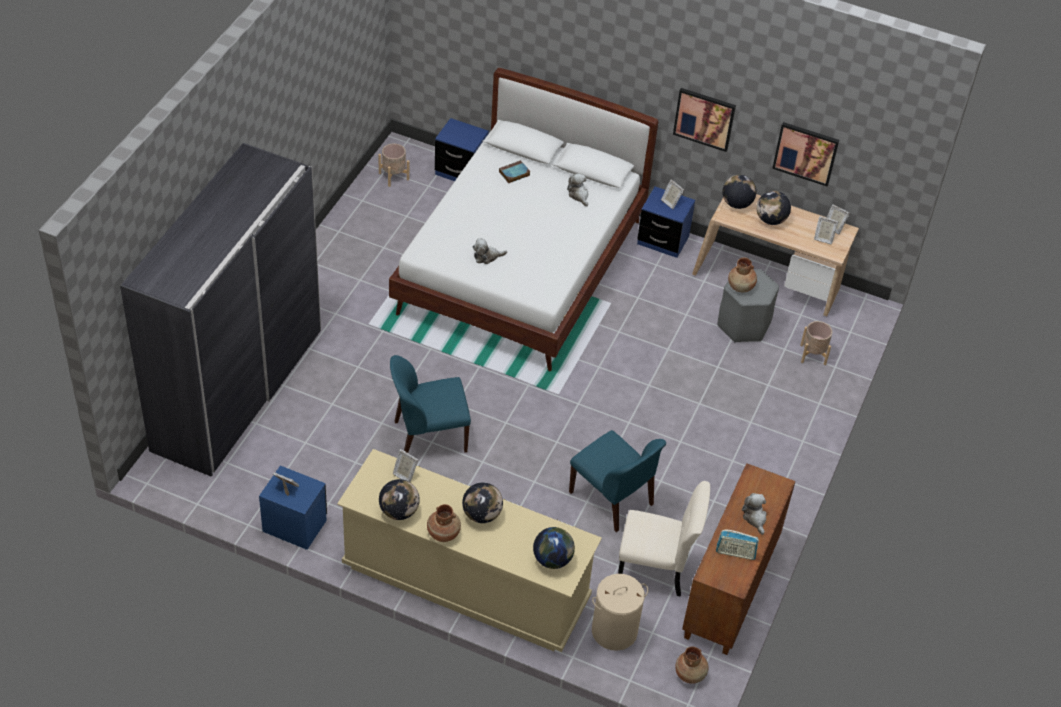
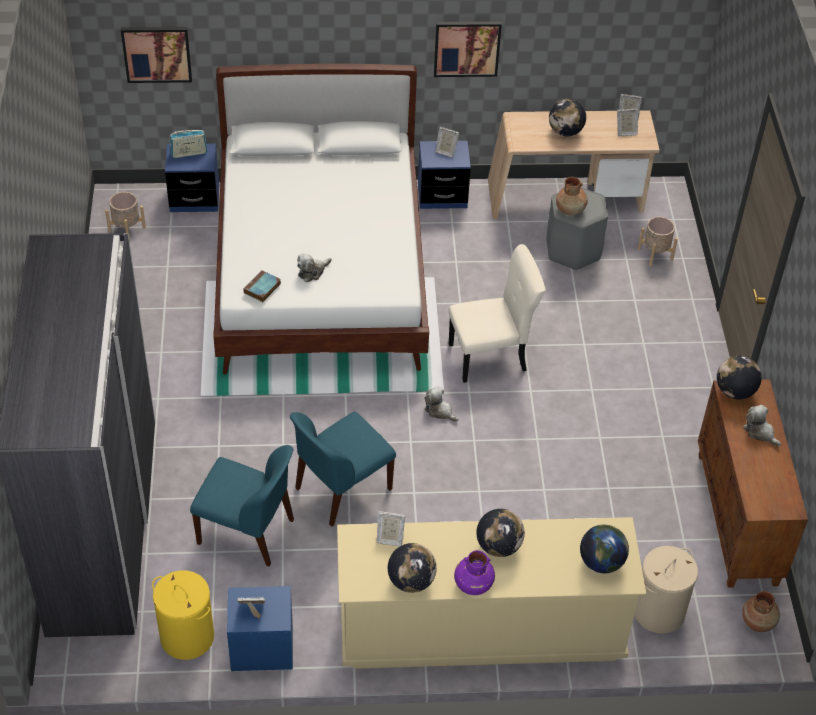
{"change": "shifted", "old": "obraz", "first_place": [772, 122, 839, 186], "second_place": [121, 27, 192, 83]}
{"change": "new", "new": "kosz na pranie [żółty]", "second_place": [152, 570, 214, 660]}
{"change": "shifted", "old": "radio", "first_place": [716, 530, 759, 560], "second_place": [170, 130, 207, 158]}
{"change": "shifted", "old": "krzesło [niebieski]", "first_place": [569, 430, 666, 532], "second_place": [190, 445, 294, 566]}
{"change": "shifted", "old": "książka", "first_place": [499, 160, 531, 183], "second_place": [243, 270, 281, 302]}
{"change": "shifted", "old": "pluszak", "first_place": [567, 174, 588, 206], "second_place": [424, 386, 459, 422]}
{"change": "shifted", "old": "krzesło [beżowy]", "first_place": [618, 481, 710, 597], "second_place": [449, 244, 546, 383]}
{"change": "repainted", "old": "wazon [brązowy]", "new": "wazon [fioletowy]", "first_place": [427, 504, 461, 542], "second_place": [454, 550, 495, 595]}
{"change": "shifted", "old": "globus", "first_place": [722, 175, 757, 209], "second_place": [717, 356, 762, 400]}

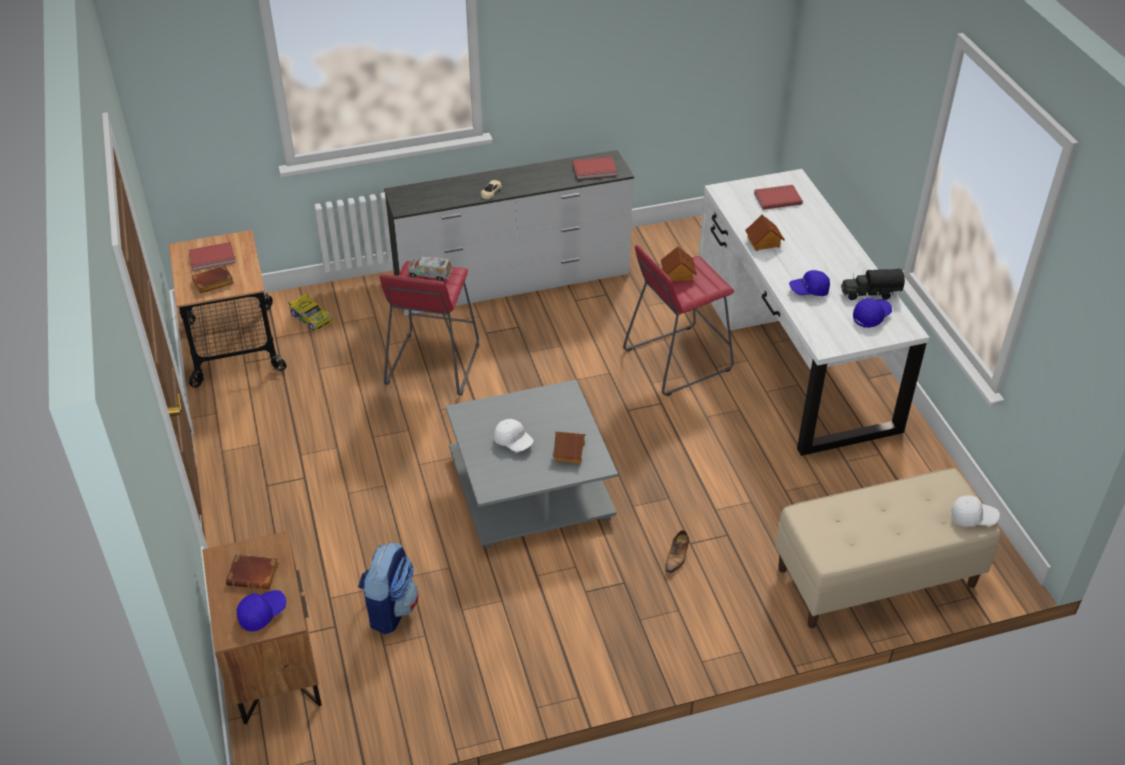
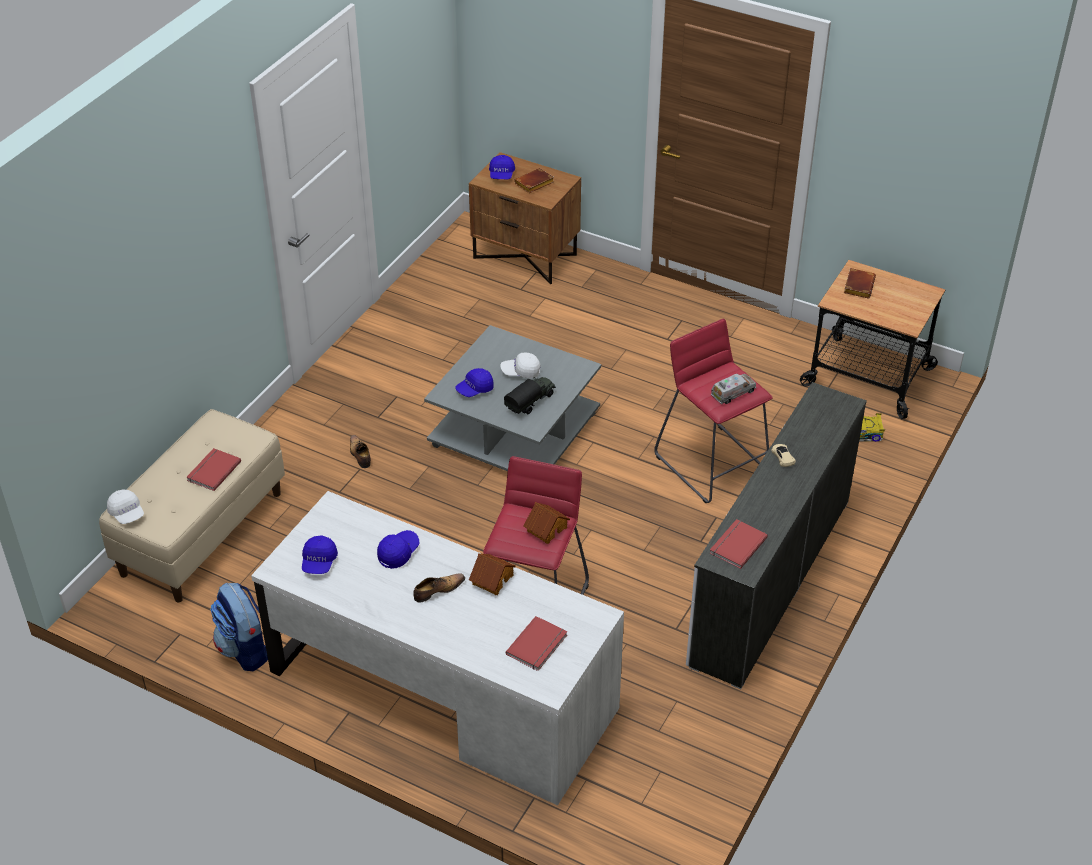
{"change": "rotated", "old": "czapka z daszkiem [biały]", "first_place": [950, 495, 1000, 527], "second_place": [107, 489, 144, 524], "degrees": -90}
{"change": "shifted", "old": "książka [czerwony]", "first_place": [189, 242, 236, 271], "second_place": [186, 448, 241, 491]}
{"change": "shifted", "old": "plecak", "first_place": [358, 542, 419, 634], "second_place": [210, 582, 268, 671]}
{"change": "new", "new": "but", "second_place": [413, 573, 465, 603]}
{"change": "swapped", "old": "domek", "new": "czapka z daszkiem [niebieski]", "first_place": [553, 432, 586, 464], "second_place": [455, 368, 494, 397]}
{"change": "shifted", "old": "ciężarówka zabawkowa", "first_place": [841, 269, 905, 300], "second_place": [504, 377, 556, 414]}

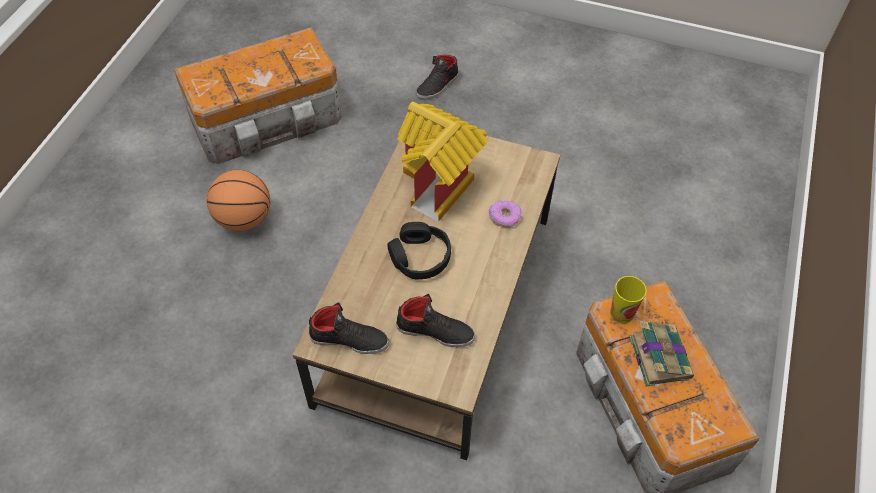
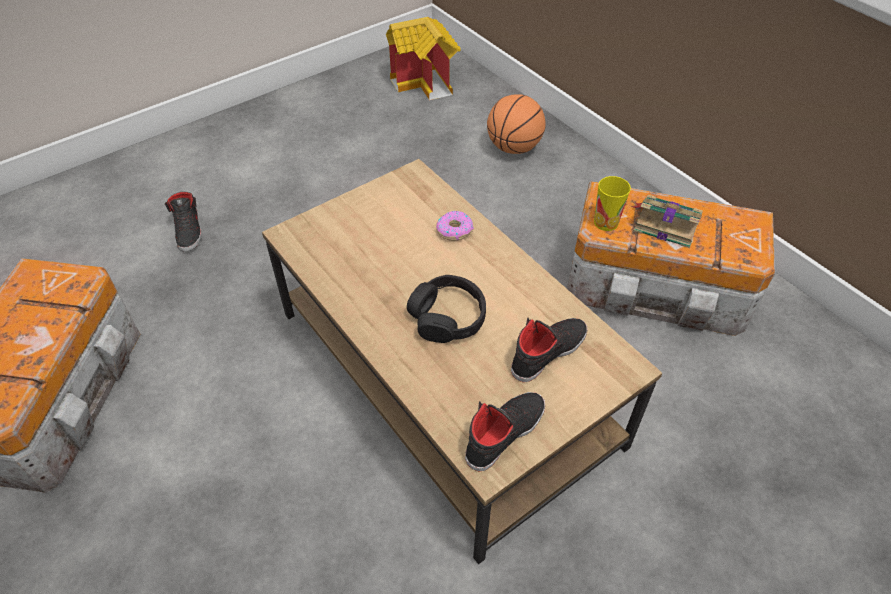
{"change": "shifted", "old": "domek", "first_place": [397, 102, 489, 222], "second_place": [386, 17, 461, 100]}
{"change": "shifted", "old": "piłka do koszykówki", "first_place": [207, 170, 271, 231], "second_place": [487, 94, 546, 154]}

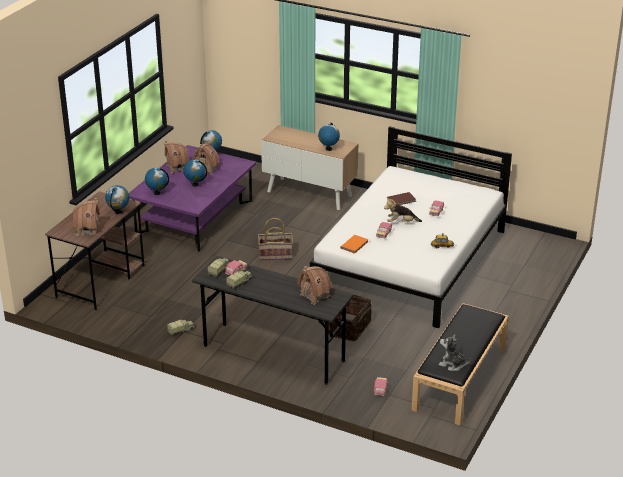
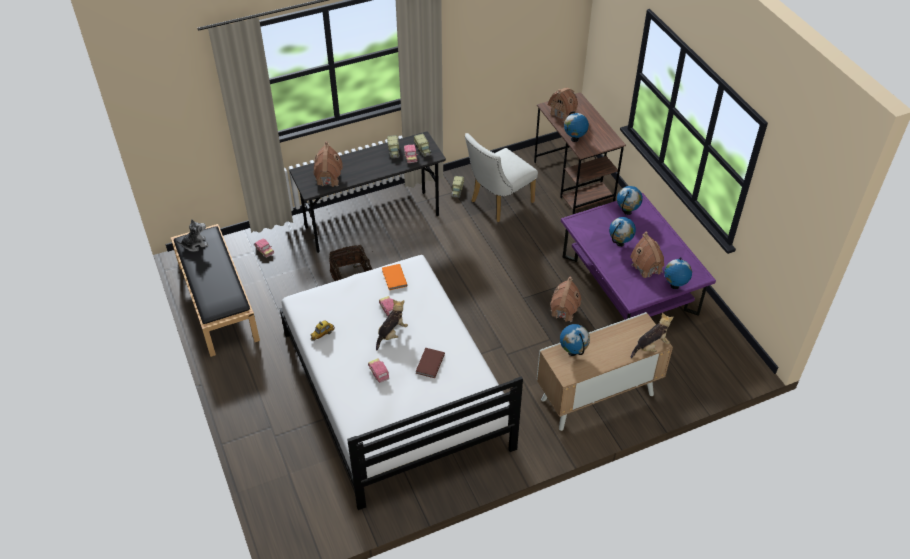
{"change": "new", "new": "krzesło [biały]", "second_place": [465, 133, 538, 222]}
{"change": "shifted", "old": "domek", "first_place": [164, 140, 189, 173], "second_place": [550, 277, 581, 322]}
{"change": "new", "new": "pluszak", "second_place": [631, 313, 673, 358]}
{"change": "gone", "old": "koszyk", "first_place": [258, 218, 293, 260]}

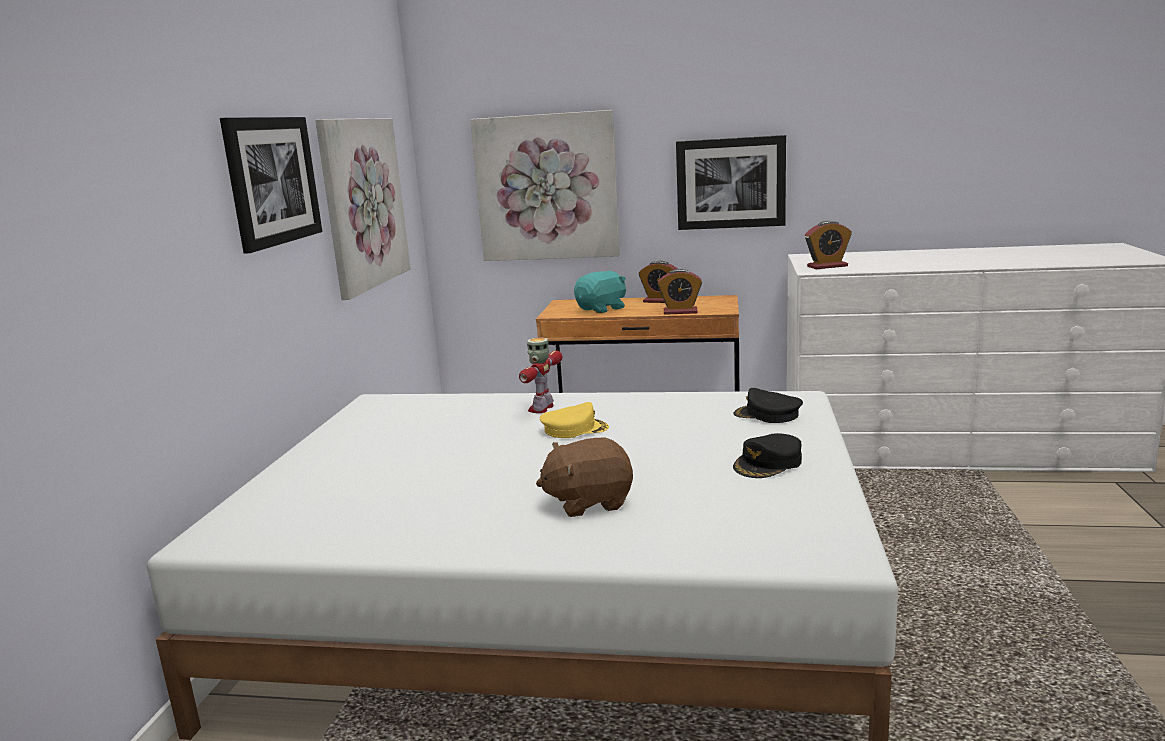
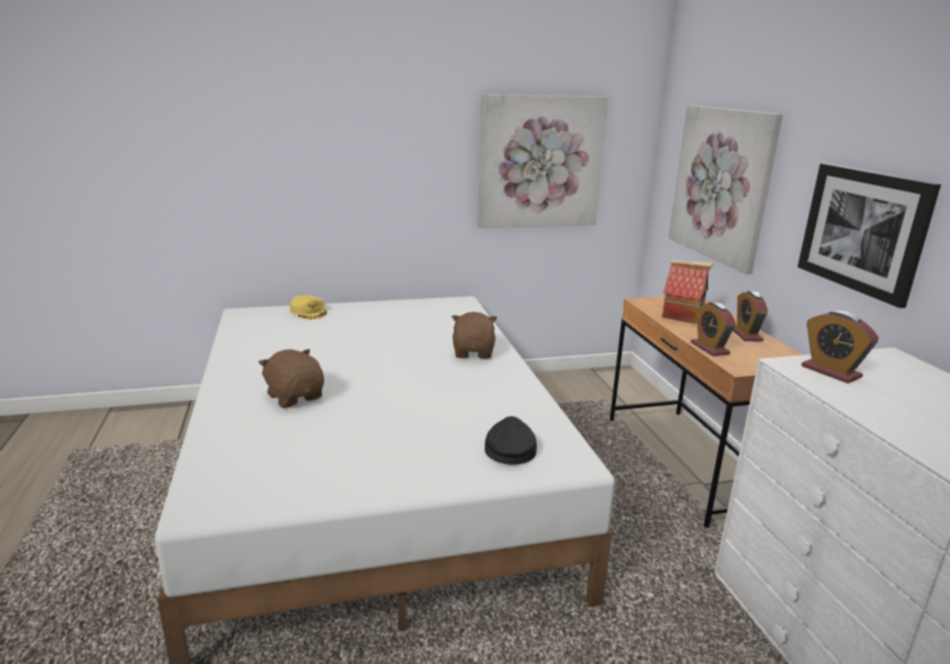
{"change": "shifted", "old": "czapka z daszkiem [żółty]", "first_place": [540, 402, 609, 438], "second_place": [290, 295, 327, 320]}
{"change": "swapped", "old": "robot zabawkowy", "new": "pluszak [brązowy]", "first_place": [519, 337, 562, 413], "second_place": [452, 312, 497, 359]}
{"change": "swapped", "old": "pluszak [turkusowy]", "new": "domek", "first_place": [574, 271, 626, 313], "second_place": [662, 260, 713, 324]}
{"change": "gone", "old": "obraz", "first_place": [220, 117, 322, 254]}
{"change": "gone", "old": "czapka z daszkiem [czarny]", "first_place": [733, 433, 802, 478]}

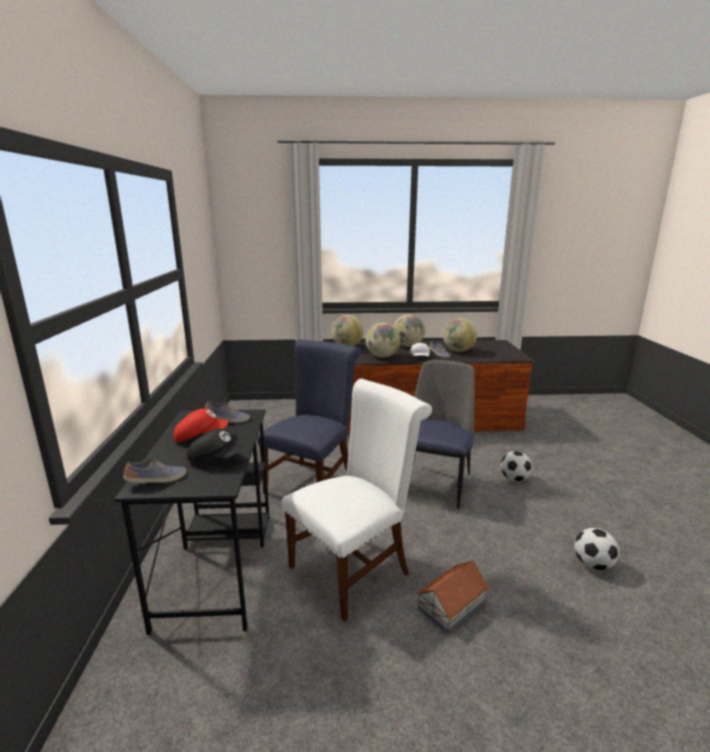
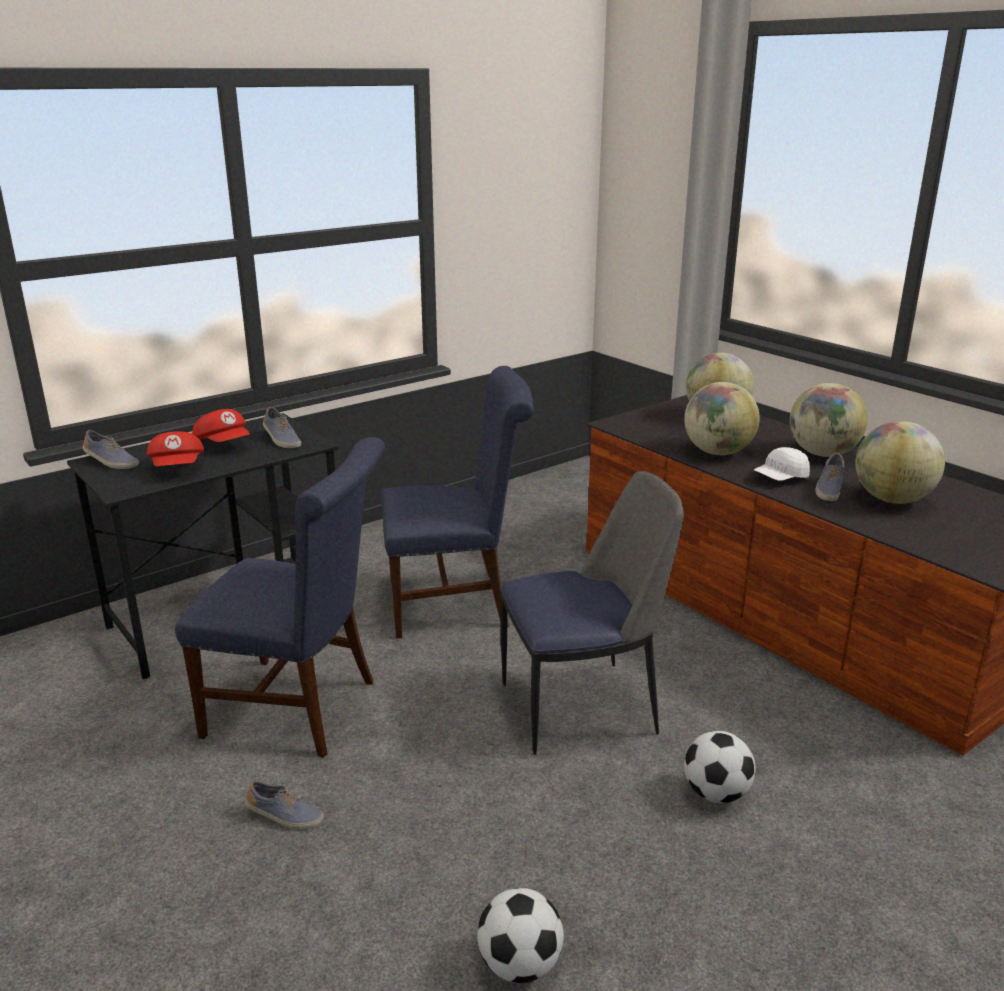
{"change": "repainted", "old": "czapka z daszkiem [czarny]", "new": "czapka z daszkiem [czerwony]", "first_place": [187, 428, 244, 460], "second_place": [147, 431, 204, 466]}
{"change": "repainted", "old": "krzesło [biały]", "new": "krzesło [niebieski]", "first_place": [282, 379, 432, 621], "second_place": [175, 437, 385, 758]}
{"change": "swapped", "old": "domek", "new": "but", "first_place": [417, 560, 489, 634], "second_place": [245, 781, 324, 830]}

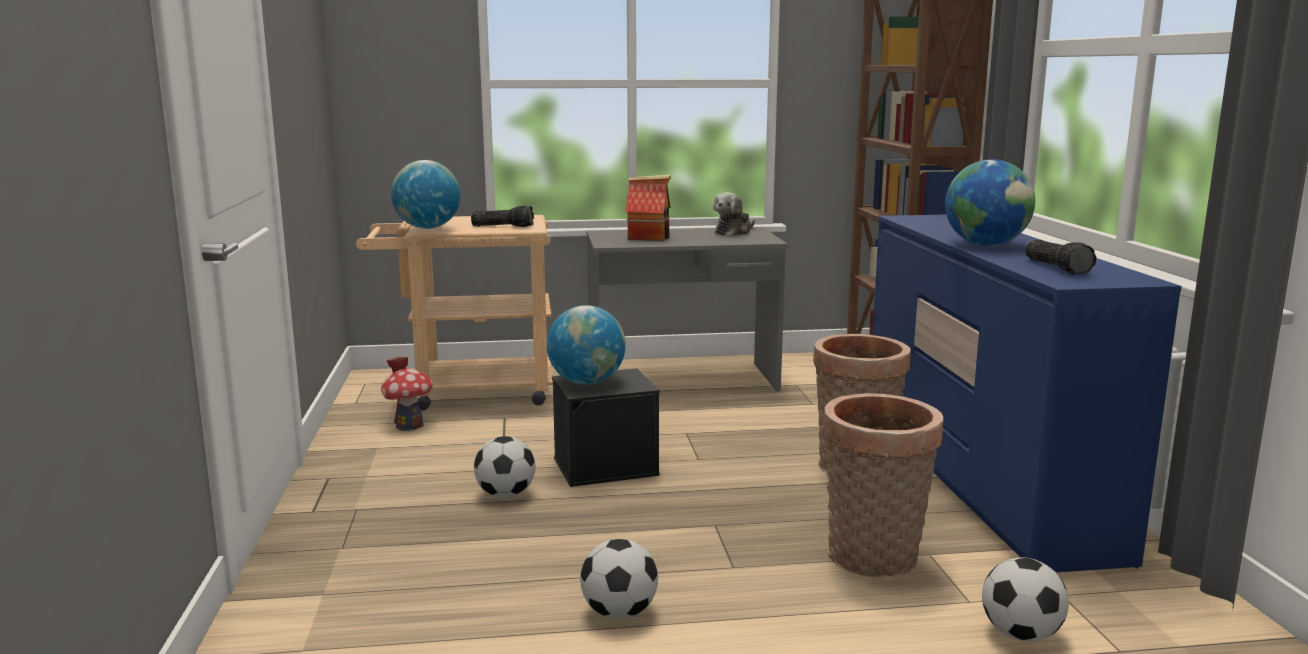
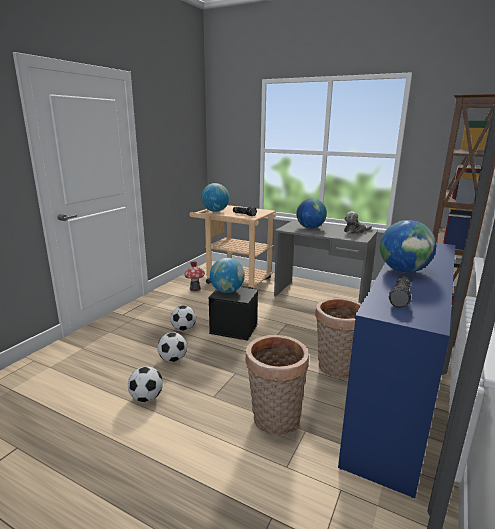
{"change": "shifted", "old": "piłka futbolowa", "first_place": [982, 557, 1069, 641], "second_place": [157, 332, 187, 362]}
{"change": "swapped", "old": "domek", "new": "globus", "first_place": [625, 174, 671, 241], "second_place": [296, 198, 327, 229]}

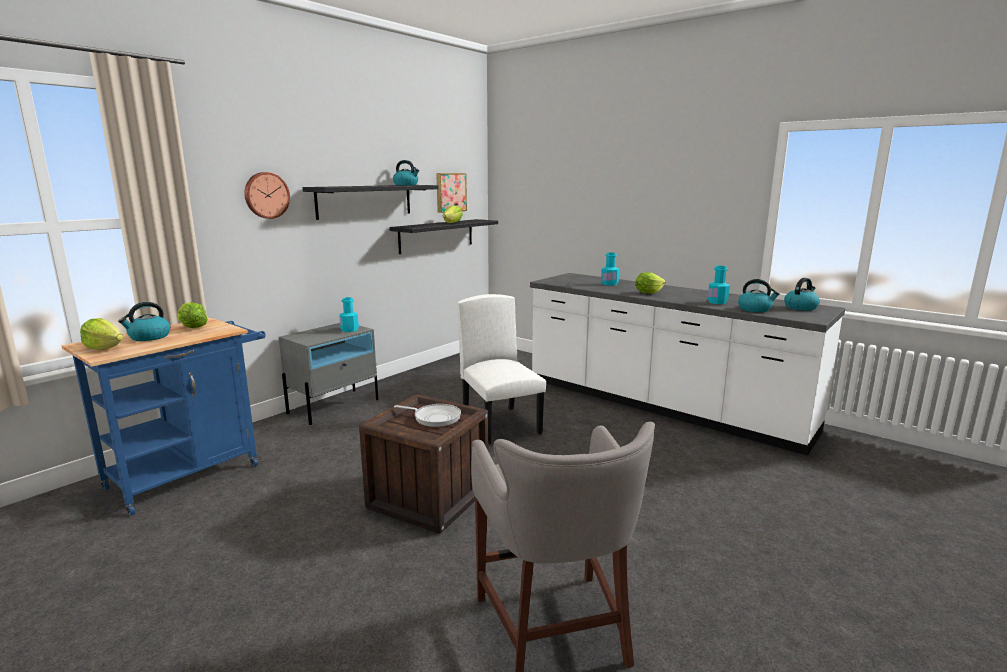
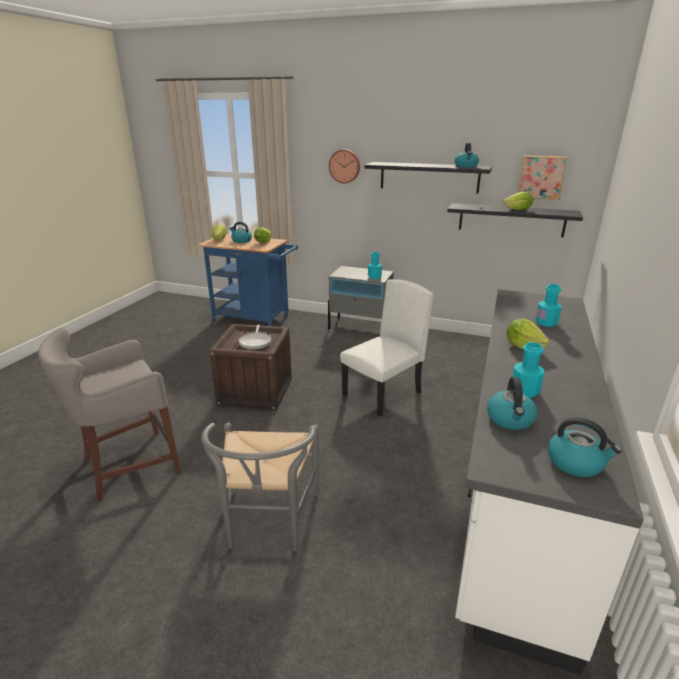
{"change": "new", "new": "krzesło [szary]", "second_place": [201, 423, 319, 551]}

